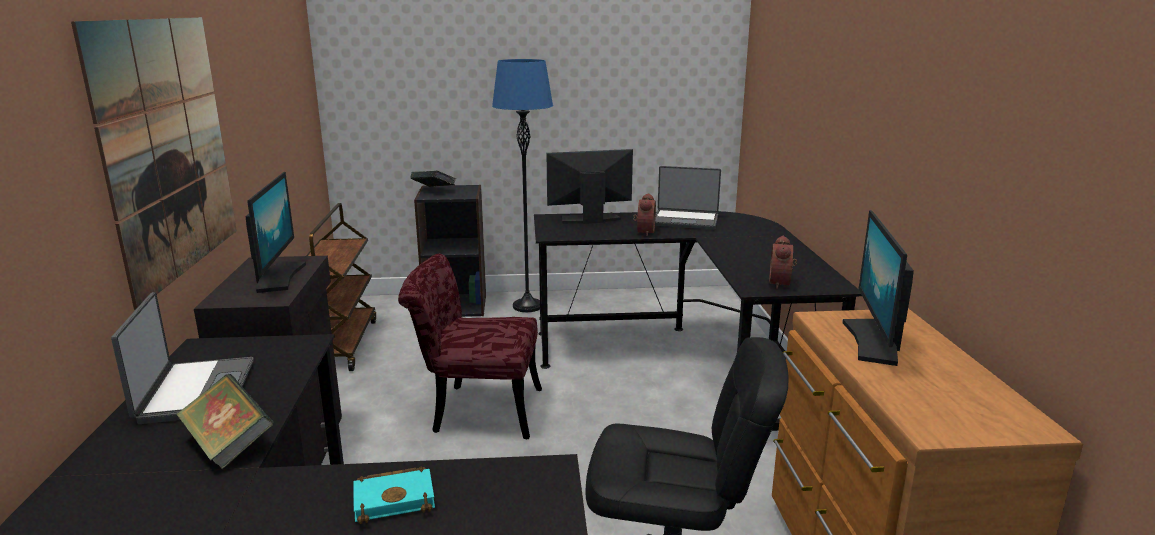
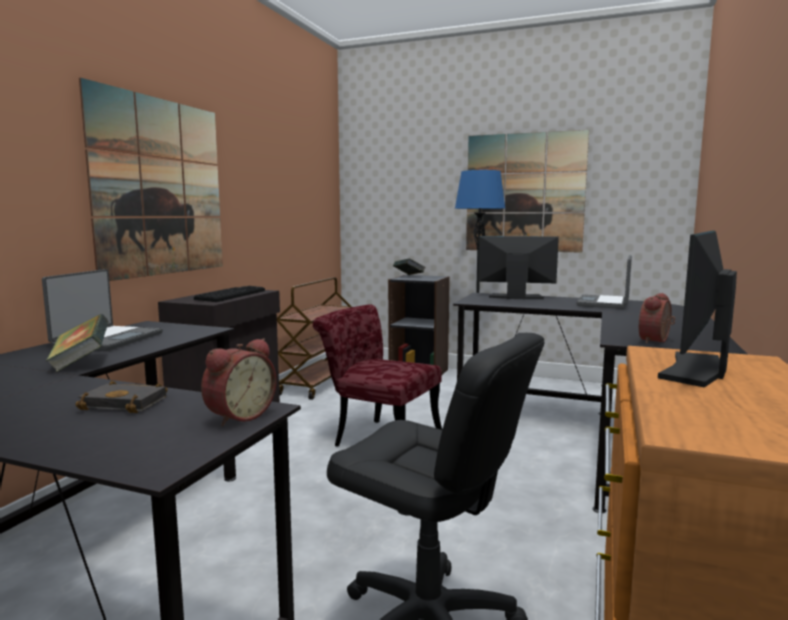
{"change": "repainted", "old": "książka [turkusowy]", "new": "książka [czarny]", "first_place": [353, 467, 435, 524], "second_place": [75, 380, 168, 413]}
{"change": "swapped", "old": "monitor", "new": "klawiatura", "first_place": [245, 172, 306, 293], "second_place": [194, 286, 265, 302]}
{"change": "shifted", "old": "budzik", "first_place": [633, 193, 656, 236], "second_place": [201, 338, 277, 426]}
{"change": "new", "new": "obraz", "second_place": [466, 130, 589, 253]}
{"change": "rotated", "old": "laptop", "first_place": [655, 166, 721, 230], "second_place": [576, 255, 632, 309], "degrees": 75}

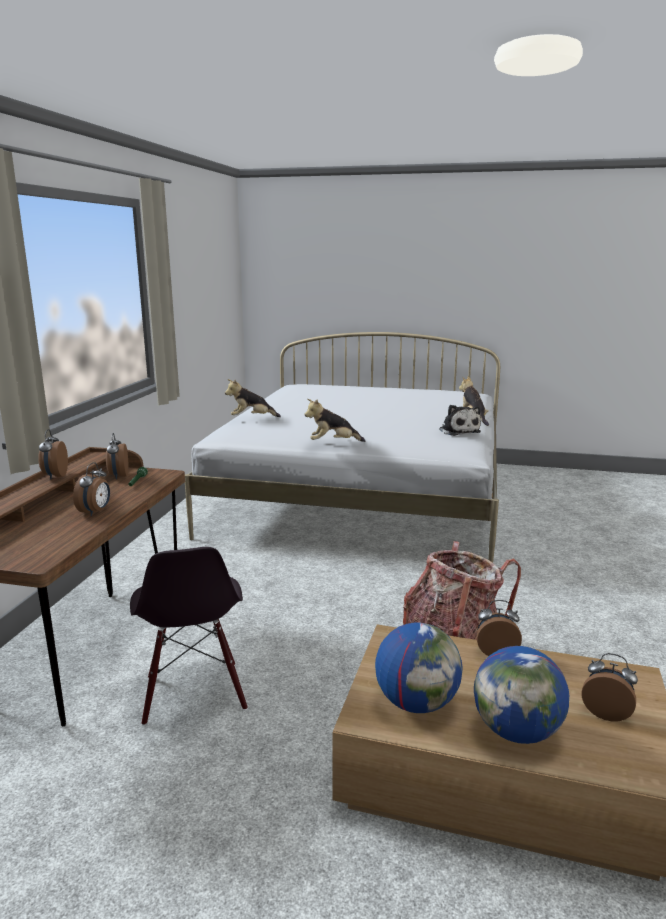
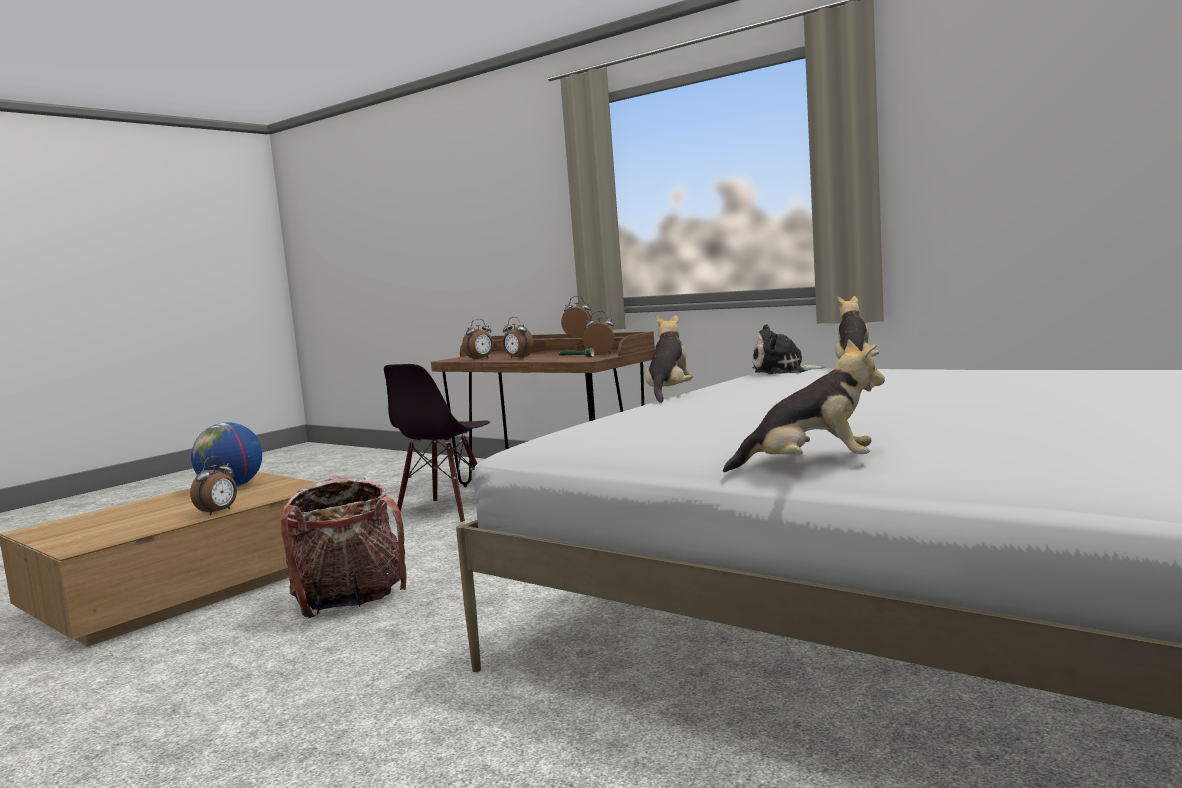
{"change": "rotated", "old": "krzesło [czarny]", "first_place": [130, 547, 248, 726], "second_place": [384, 364, 490, 523], "degrees": -75}
{"change": "shifted", "old": "budzik", "first_place": [582, 653, 638, 721], "second_place": [462, 319, 493, 360]}
{"change": "shifted", "old": "pluszak", "first_place": [439, 405, 481, 436], "second_place": [752, 324, 825, 374]}
{"change": "gone", "old": "globus", "first_place": [474, 646, 569, 744]}

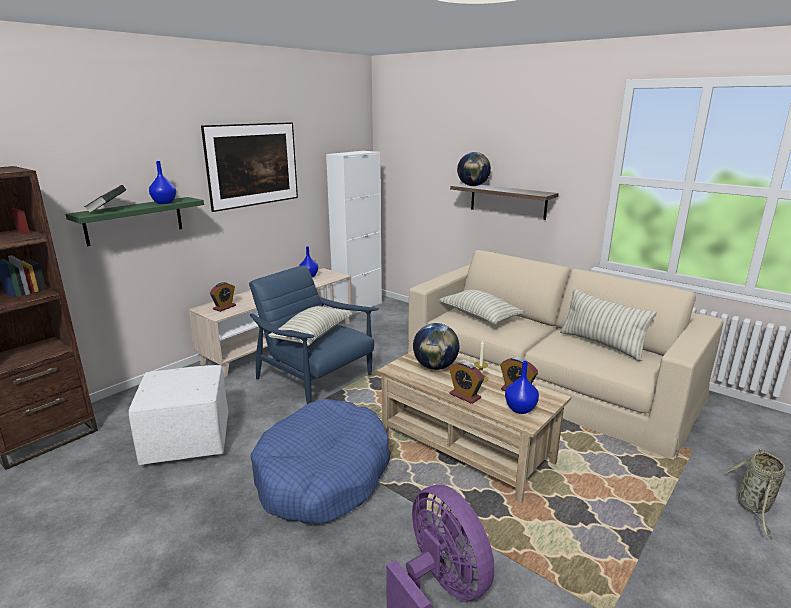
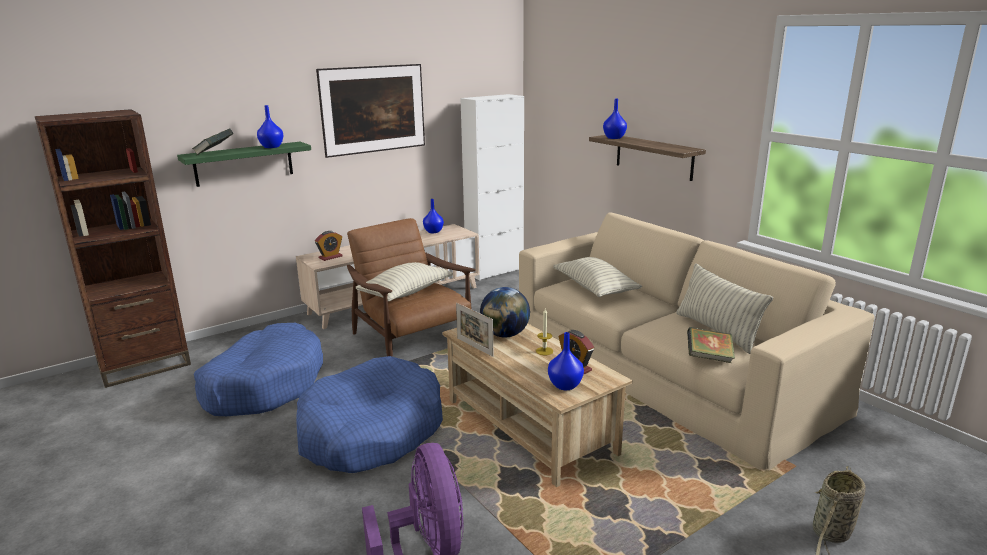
{"change": "swapped", "old": "pufa [biały]", "new": "legowisko [niebieski]", "first_place": [129, 365, 228, 465], "second_place": [194, 323, 323, 416]}
{"change": "repainted", "old": "fotel [niebieski]", "new": "fotel [brązowy]", "first_place": [249, 265, 379, 404], "second_place": [347, 218, 476, 357]}
{"change": "new", "new": "ramka na zdjęcie", "second_place": [456, 303, 493, 357]}
{"change": "swapped", "old": "globus", "new": "wazon [niebieski]", "first_place": [457, 152, 491, 186], "second_place": [603, 99, 627, 139]}
{"change": "new", "new": "książka", "second_place": [687, 327, 735, 363]}
{"change": "gone", "old": "budzik", "first_place": [449, 362, 484, 404]}

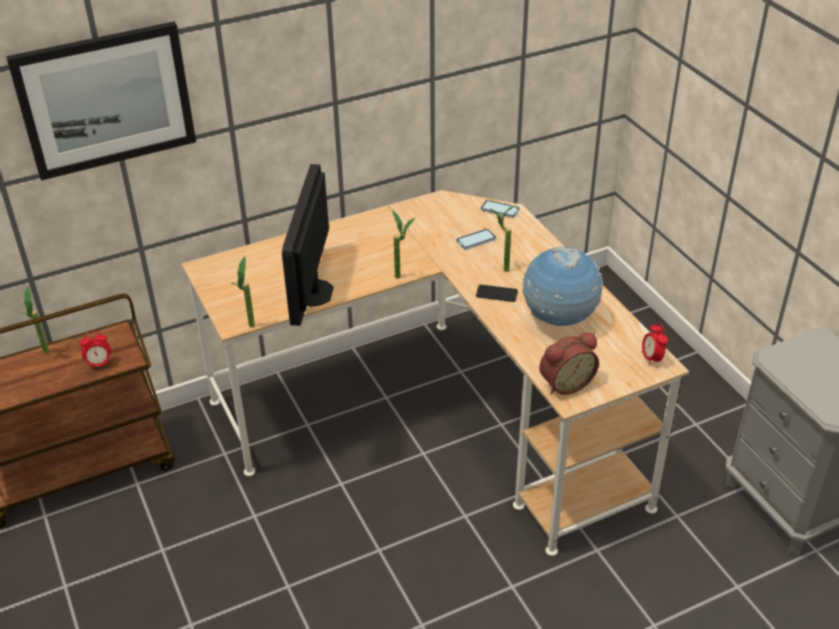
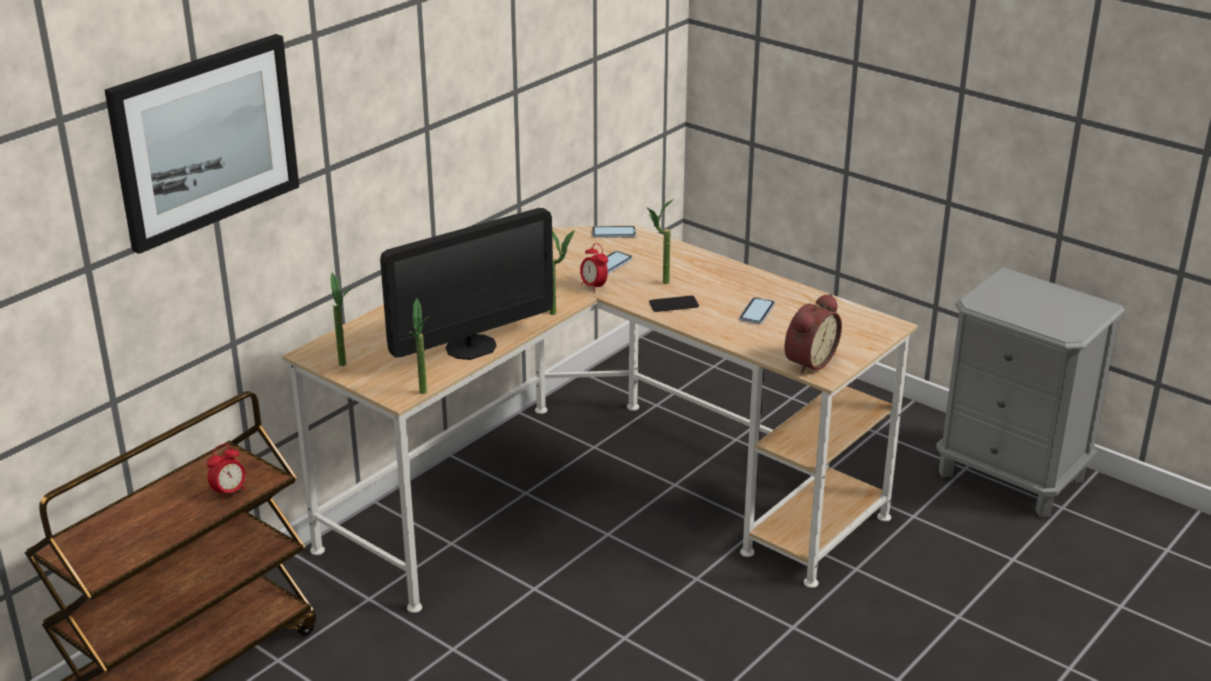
{"change": "shifted", "old": "roślina doniczkowa", "first_place": [20, 286, 49, 353], "second_place": [330, 273, 352, 366]}
{"change": "rotated", "old": "monitor", "first_place": [282, 164, 334, 326], "second_place": [380, 208, 553, 360], "degrees": -105}
{"change": "shifted", "old": "budzik", "first_place": [641, 323, 668, 366], "second_place": [580, 243, 608, 293]}
{"change": "swapped", "old": "globus", "new": "telefon", "first_place": [522, 246, 603, 326], "second_place": [740, 297, 775, 324]}

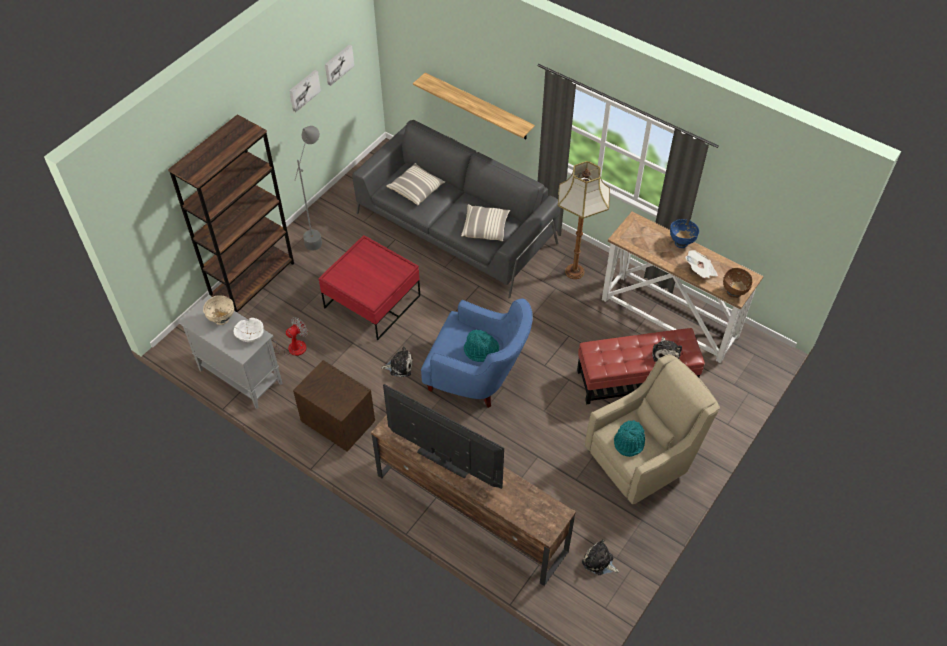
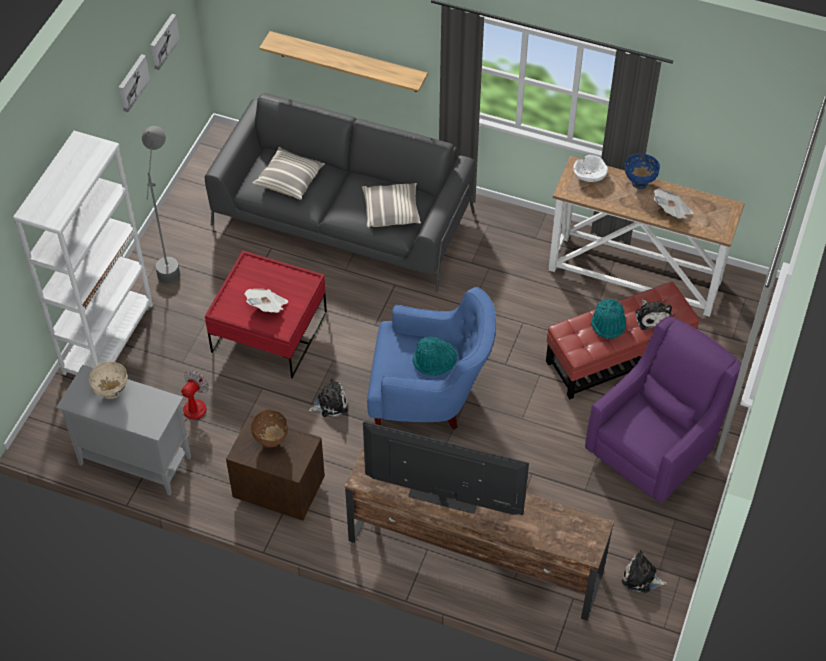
{"change": "repainted", "old": "regał [brązowy]", "new": "regał [biały]", "first_place": [168, 114, 294, 313], "second_place": [13, 131, 153, 375]}
{"change": "new", "new": "gazeta", "second_place": [245, 289, 288, 313]}
{"change": "shifted", "old": "miska [brązowy]", "first_place": [723, 268, 753, 298], "second_place": [251, 410, 288, 448]}
{"change": "shifted", "old": "miska [biały]", "first_place": [233, 318, 264, 342], "second_place": [573, 155, 608, 182]}
{"change": "repainted", "old": "fotel [beżowy]", "new": "fotel [fioletowy]", "first_place": [585, 354, 720, 504], "second_place": [585, 316, 741, 503]}
{"change": "shifted", "old": "kapelusz [turkusowy]", "first_place": [614, 420, 645, 457], "second_place": [591, 298, 626, 339]}
{"change": "gone", "old": "lampa stojąca", "first_place": [558, 161, 610, 279]}

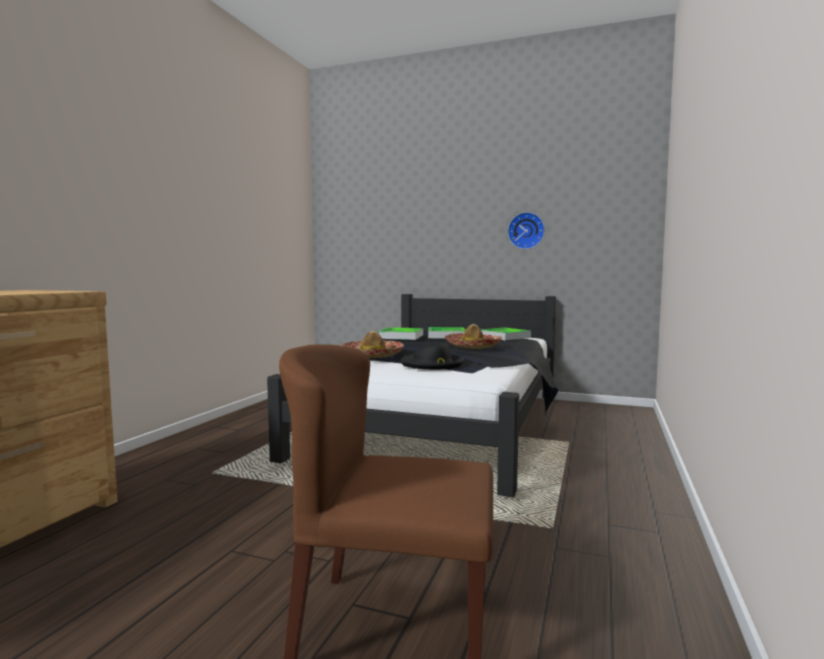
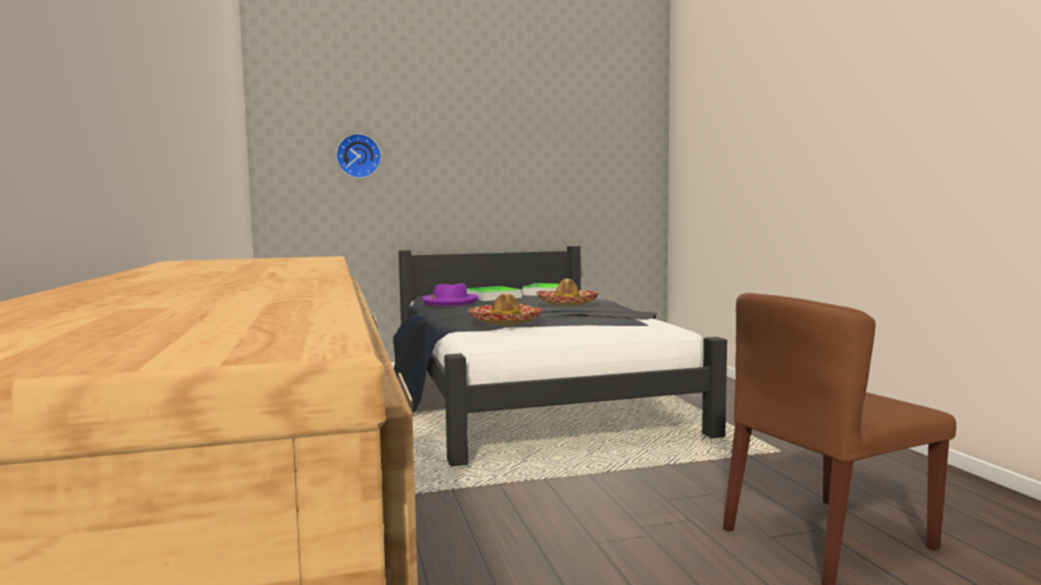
{"change": "shifted", "old": "zegar ścienny", "first_place": [508, 212, 545, 249], "second_place": [336, 134, 381, 178]}
{"change": "swapped", "old": "taca", "new": "kapelusz [fioletowy]", "first_place": [379, 327, 423, 340], "second_place": [422, 283, 479, 306]}
{"change": "gone", "old": "kapelusz [czarny]", "first_place": [400, 342, 464, 370]}

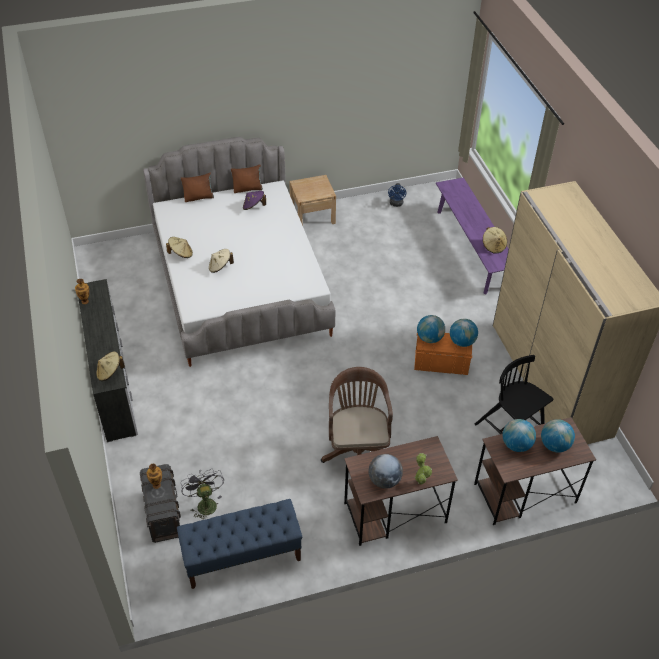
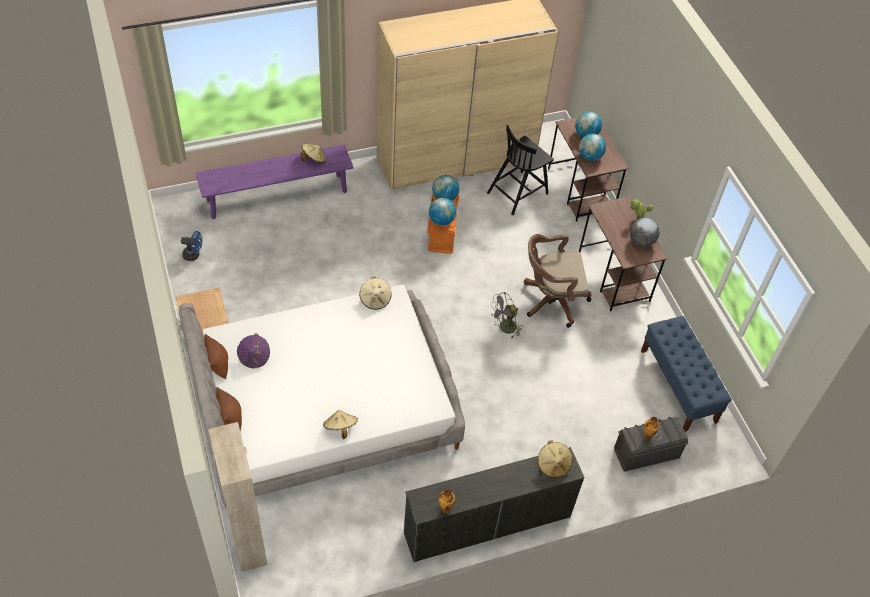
{"change": "new", "new": "szafka [beżowy]", "second_place": [208, 422, 267, 572]}
{"change": "shifted", "old": "kapelusz [beżowy]", "first_place": [209, 249, 234, 273], "second_place": [359, 277, 392, 310]}
{"change": "shifted", "old": "wentylator [szary]", "first_place": [181, 468, 224, 519], "second_place": [491, 292, 523, 339]}

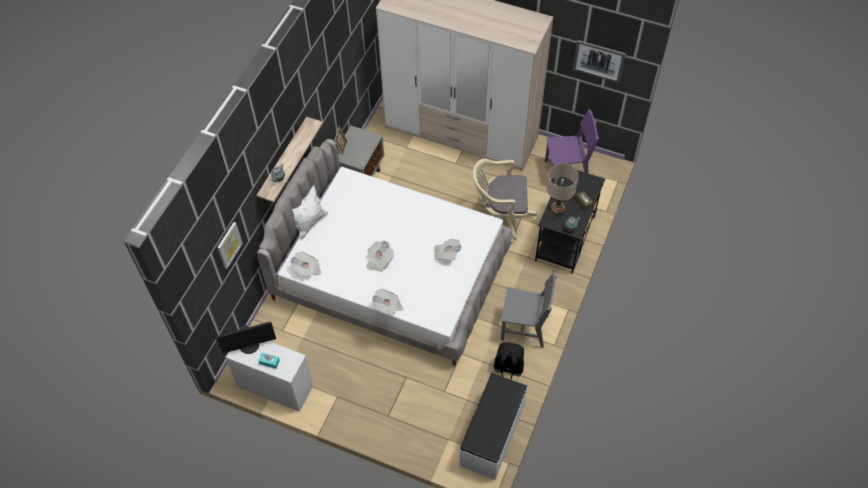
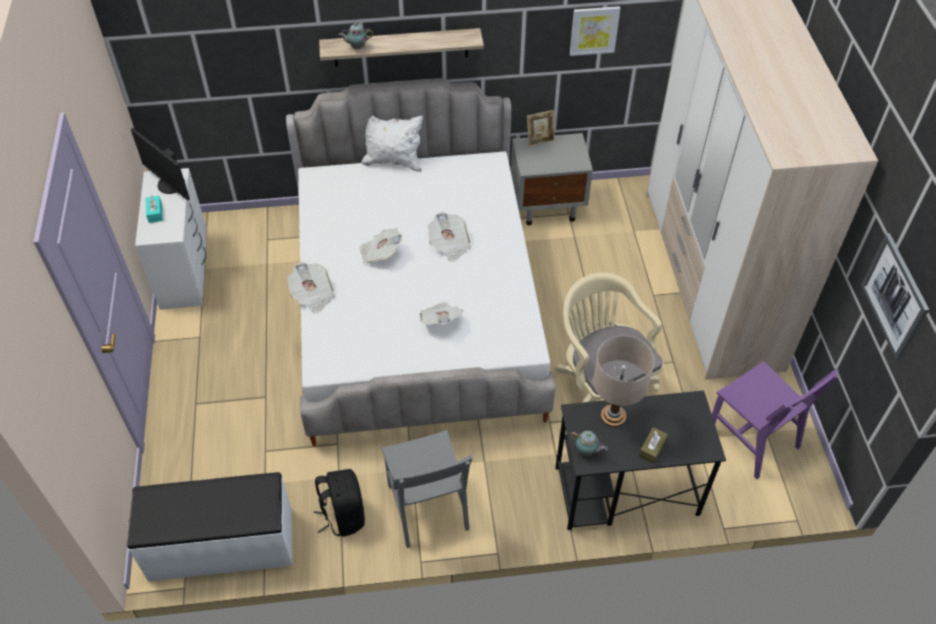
{"change": "shifted", "old": "gazeta", "first_place": [290, 252, 321, 277], "second_place": [428, 212, 471, 262]}
{"change": "shifted", "old": "obraz", "first_place": [217, 222, 243, 269], "second_place": [570, 6, 621, 56]}

